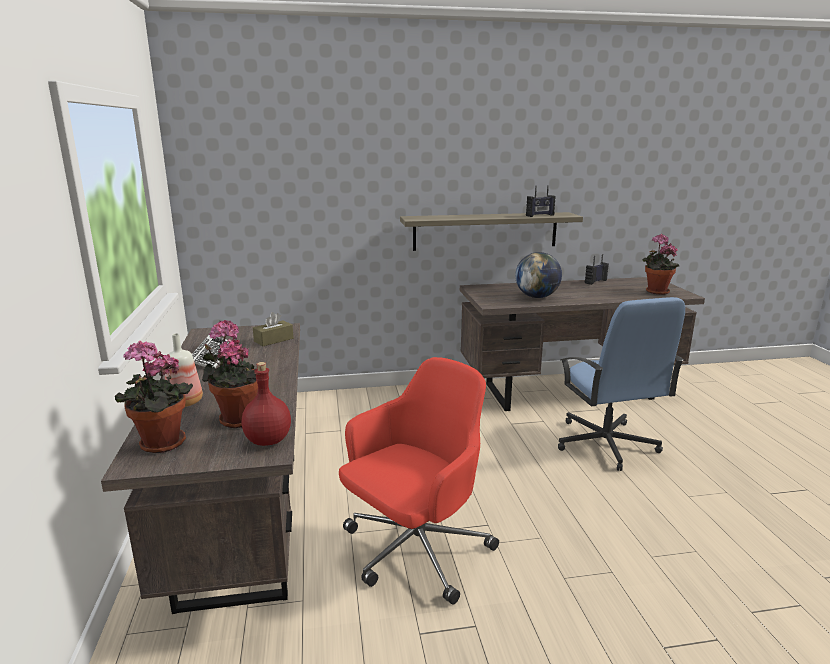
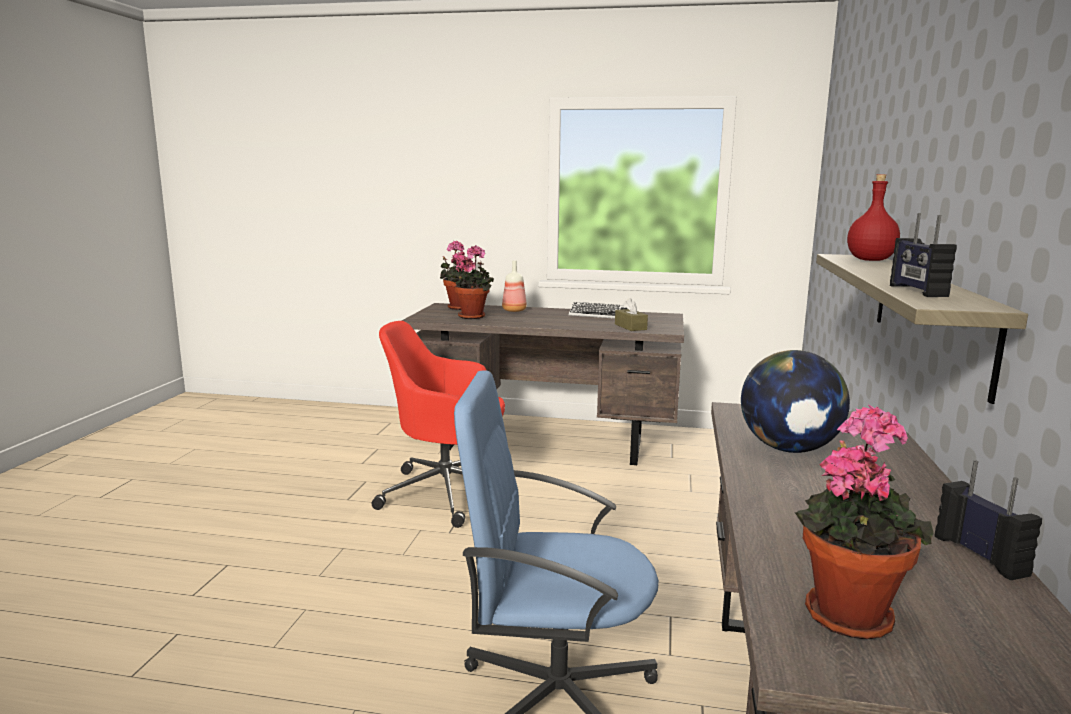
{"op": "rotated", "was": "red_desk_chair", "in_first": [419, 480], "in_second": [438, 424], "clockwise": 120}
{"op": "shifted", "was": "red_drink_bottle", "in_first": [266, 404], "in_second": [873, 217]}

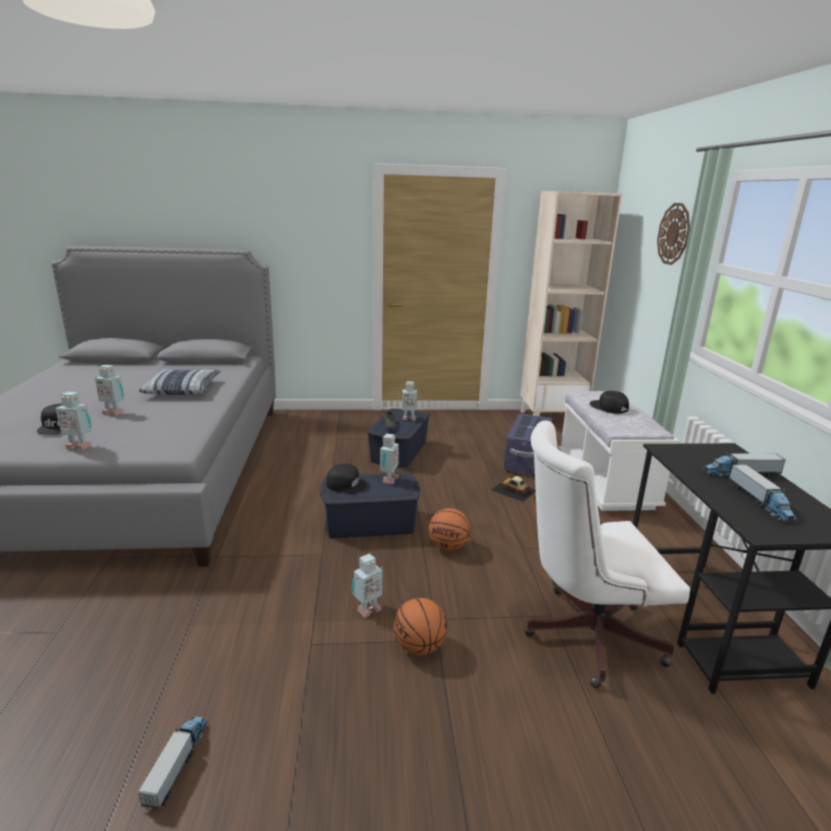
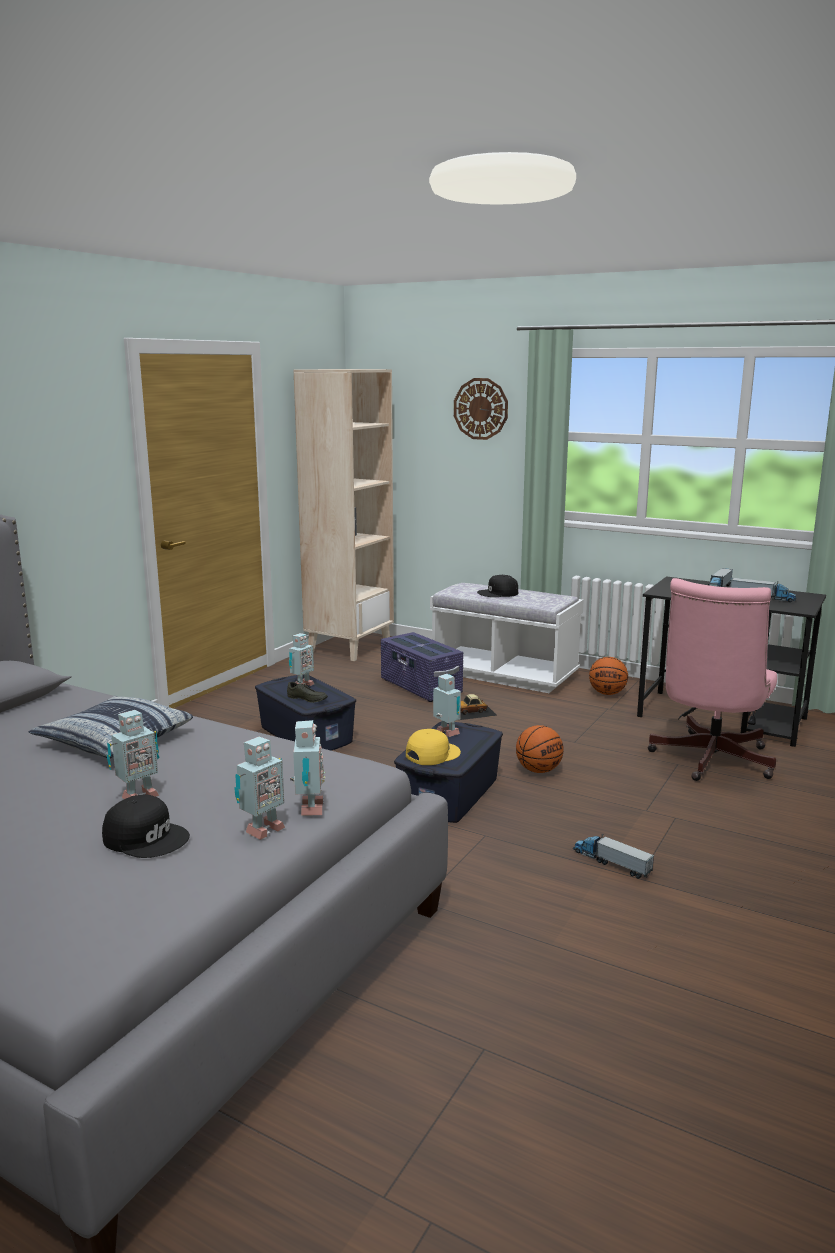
{"op": "repainted", "was": "whitish_desk_chair", "now": "pink_desk_chair", "in_first": [607, 554], "in_second": [712, 679]}
{"op": "repainted", "was": "black_peaked_cap", "now": "yellow_peaked_cap", "in_first": [348, 478], "in_second": [433, 747]}
{"op": "shifted", "was": "toy_robot", "in_first": [367, 586], "in_second": [308, 768]}
{"op": "shifted", "was": "basketball", "in_first": [420, 626], "in_second": [608, 676]}
{"op": "shifted", "was": "toy_lorry", "in_first": [173, 764], "in_second": [613, 856]}

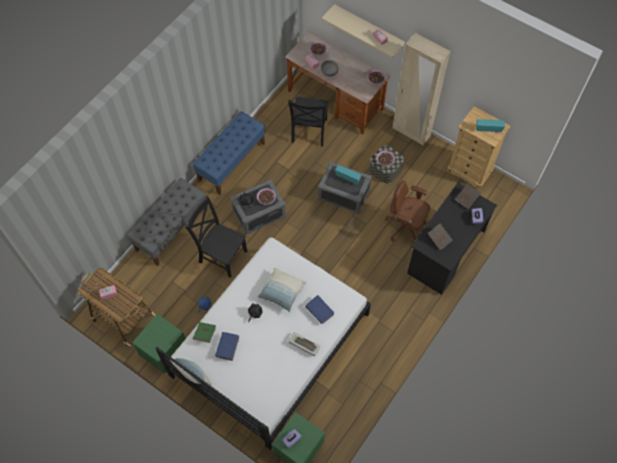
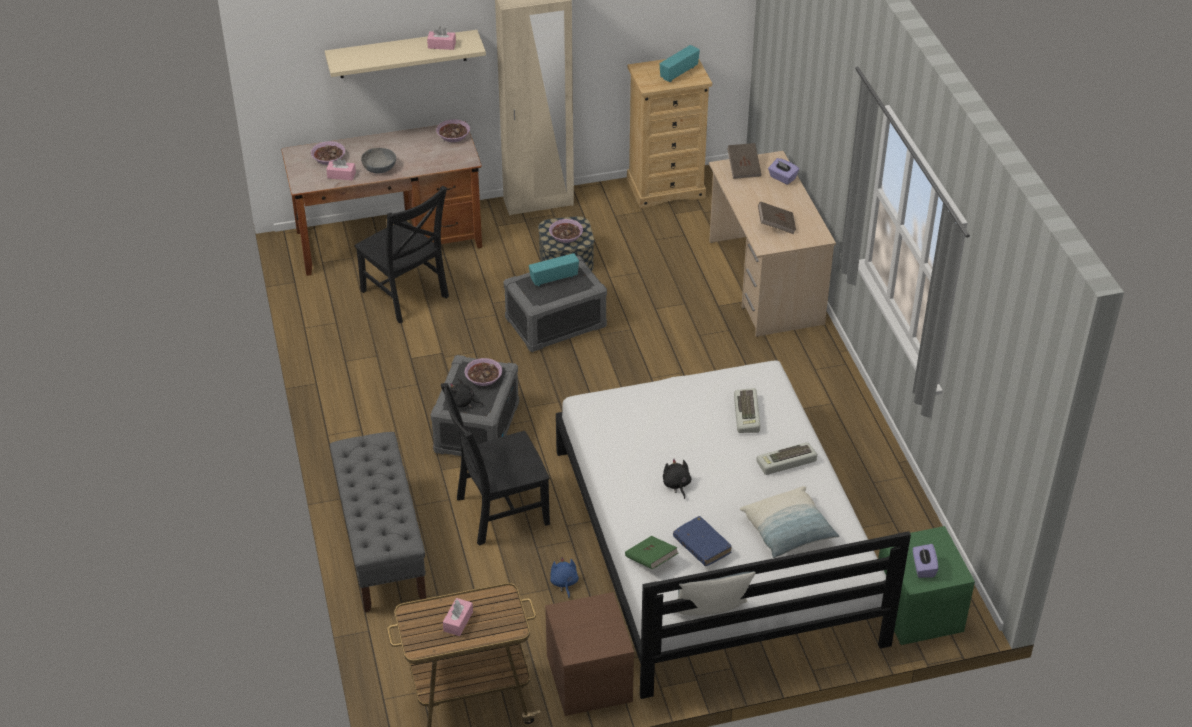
{"op": "gone", "was": "blue-coloured_bench", "in_first": [228, 153]}
{"op": "gone", "was": "brown_desk_chair", "in_first": [407, 211]}
{"op": "repainted", "was": "black_desk_unit", "now": "beige-coloured_desk_unit", "in_first": [452, 239], "in_second": [772, 244]}
{"op": "shifted", "was": "pillow", "in_first": [282, 290], "in_second": [790, 522]}
{"op": "swapped", "was": "blue-coloured_book", "now": "keyboard", "in_first": [319, 309], "in_second": [747, 410]}
{"op": "repainted", "was": "greenish_night_table", "now": "brown_night_table", "in_first": [159, 344], "in_second": [589, 654]}

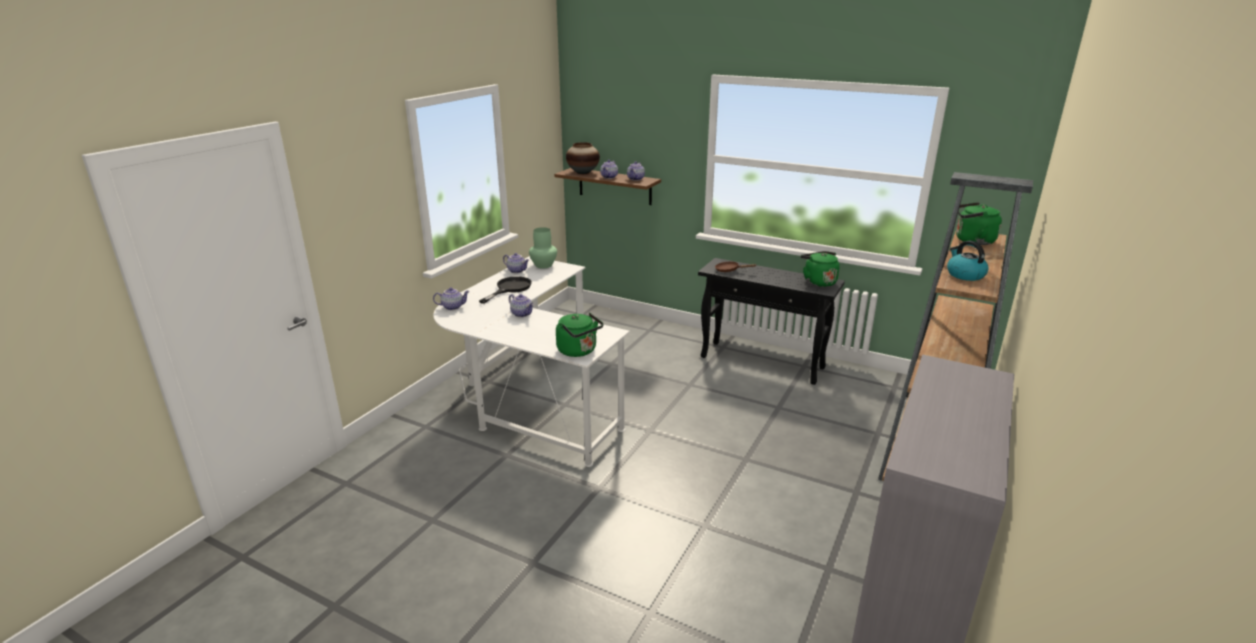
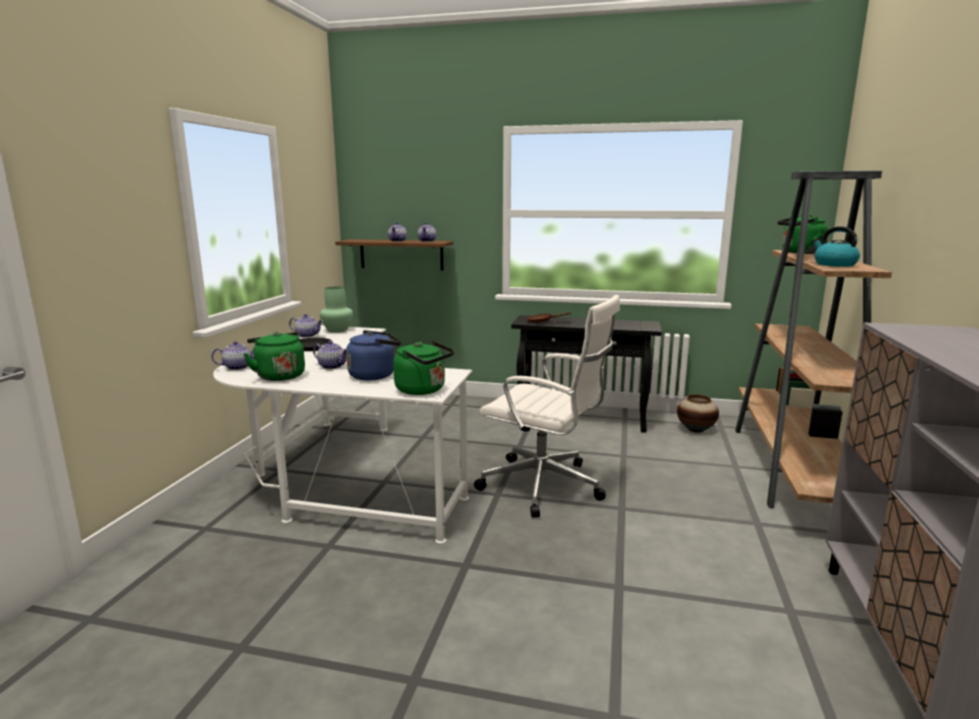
{"op": "shifted", "was": "decorative_vase", "in_first": [583, 158], "in_second": [698, 414]}
{"op": "shifted", "was": "greenish_tea_kettle", "in_first": [820, 269], "in_second": [274, 356]}
{"op": "new", "now": "whitish_desk_chair", "in_second": [547, 406]}
{"op": "new", "now": "blue-coloured_tea_kettle", "in_second": [373, 355]}

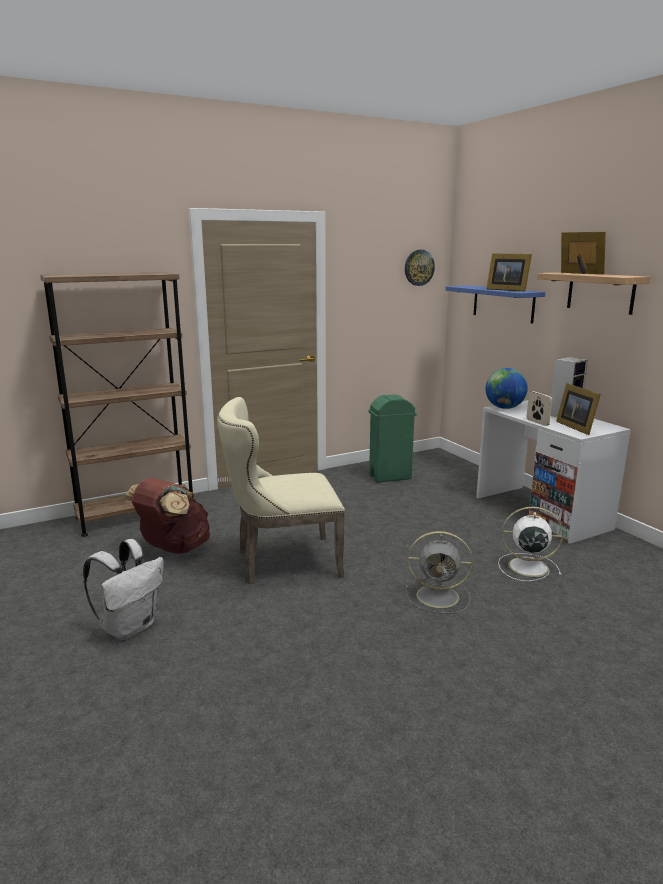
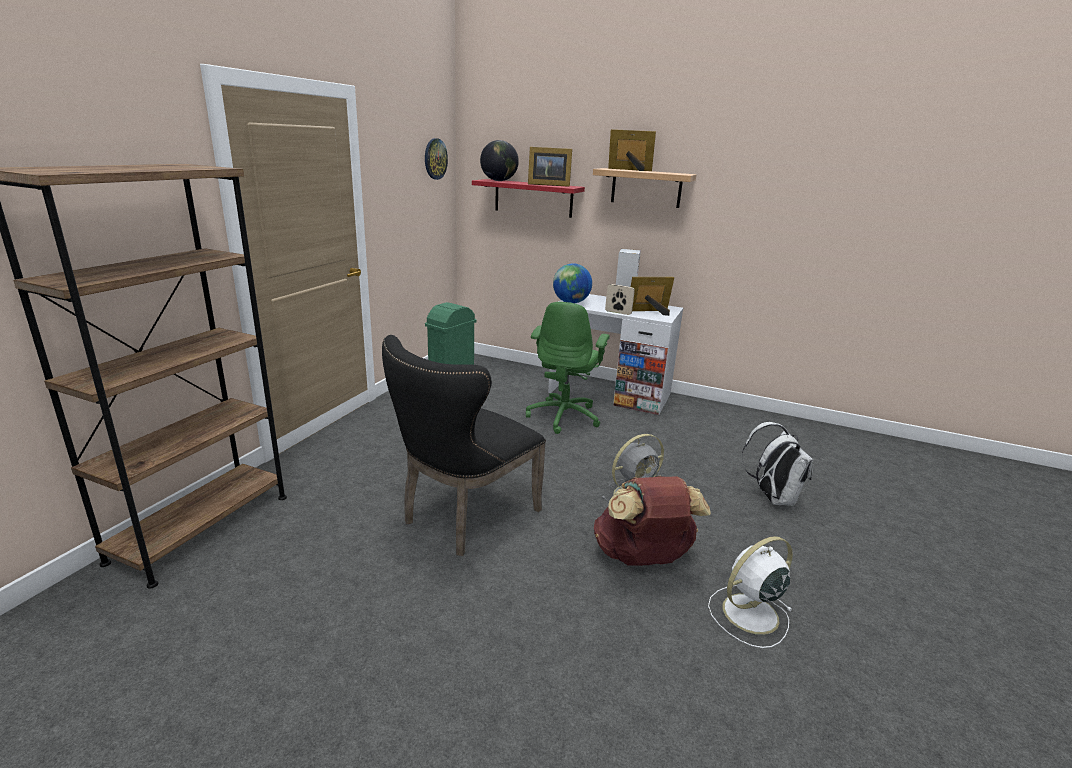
{"op": "repainted", "was": "blue-coloured_shelf", "now": "red_shelf", "in_first": [495, 304], "in_second": [528, 198]}
{"op": "rotated", "was": "picture_frame", "in_first": [578, 409], "in_second": [652, 296], "clockwise": 135}
{"op": "repainted", "was": "beige-coloured_chair", "now": "black_chair", "in_first": [281, 490], "in_second": [464, 445]}
{"op": "shifted", "was": "brown_backpack", "in_first": [166, 516], "in_second": [652, 521]}
{"op": "shifted", "was": "whitish_cooling_fan", "in_first": [530, 543], "in_second": [750, 592]}
{"op": "shifted", "was": "whitish_backpack", "in_first": [123, 589], "in_second": [778, 464]}
{"op": "new", "now": "globe", "in_second": [499, 160]}
{"op": "new", "now": "greenish_desk_chair", "in_second": [568, 368]}

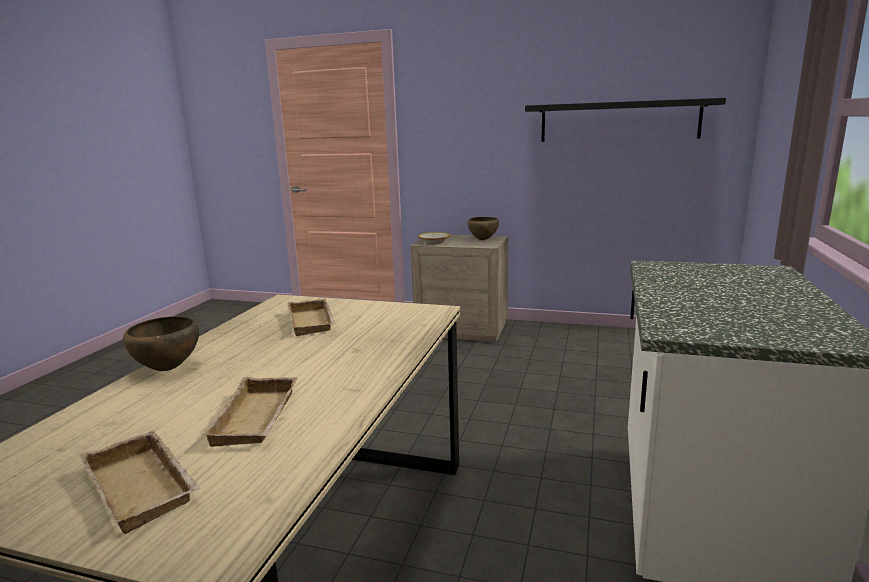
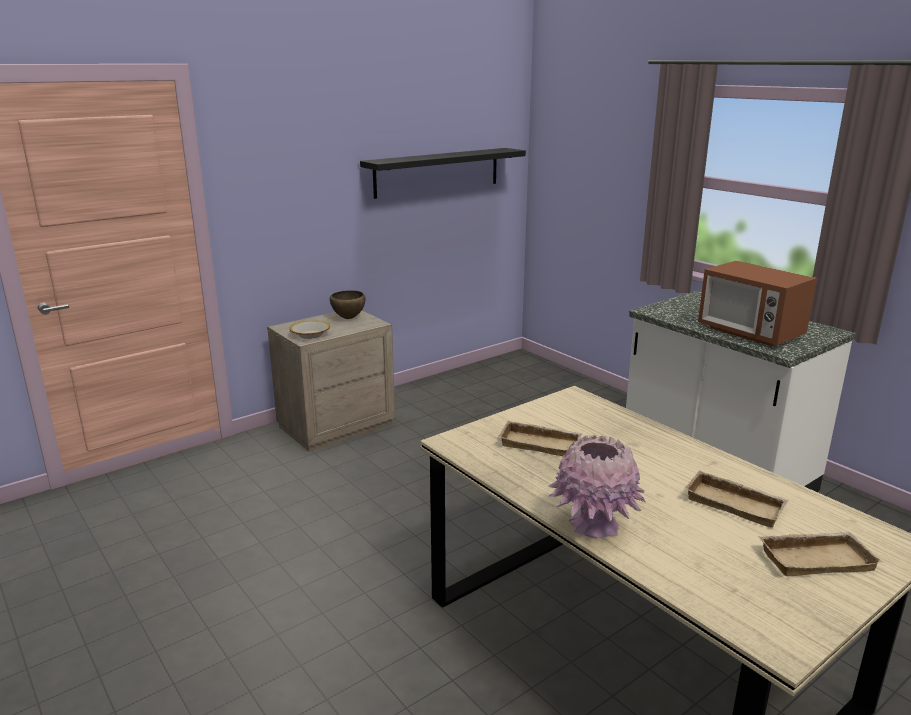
{"op": "swapped", "was": "brown_deep_dish", "now": "pink_decorative_vase", "in_first": [161, 343], "in_second": [597, 486]}
{"op": "new", "now": "kitchen_microwave", "in_second": [757, 303]}

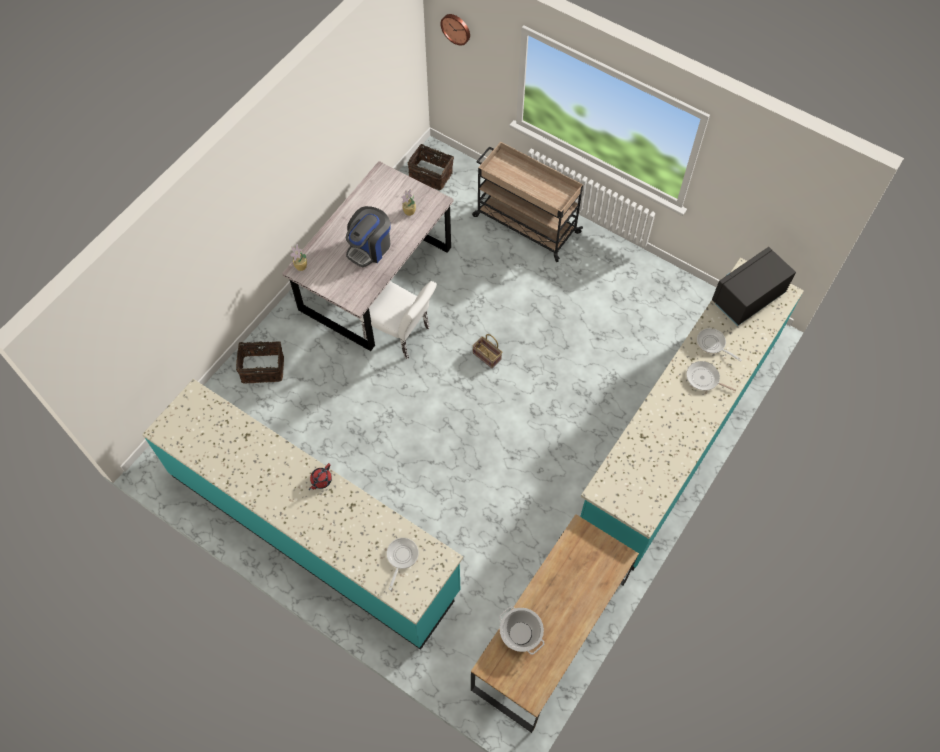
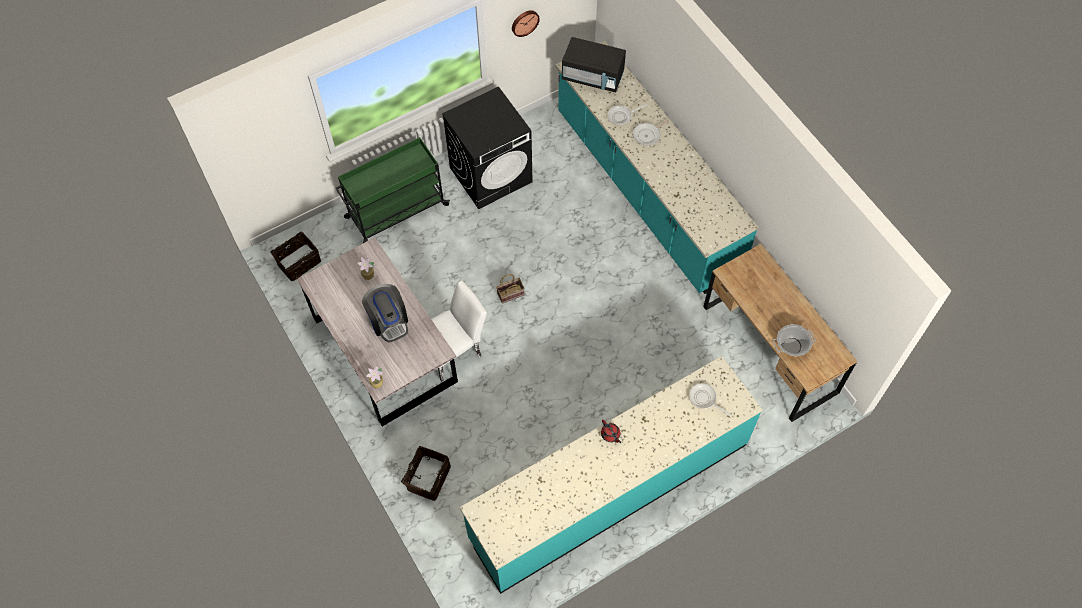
{"op": "shifted", "was": "hanging_clock", "in_first": [455, 30], "in_second": [526, 23]}
{"op": "repainted", "was": "beige-coloured_cart", "now": "greenish_cart", "in_first": [527, 202], "in_second": [393, 190]}
{"op": "rotated", "was": "black_kitchen_microwave", "in_first": [754, 286], "in_second": [594, 64], "clockwise": -60}
{"op": "new", "now": "black_laundry_appliance", "in_second": [487, 147]}

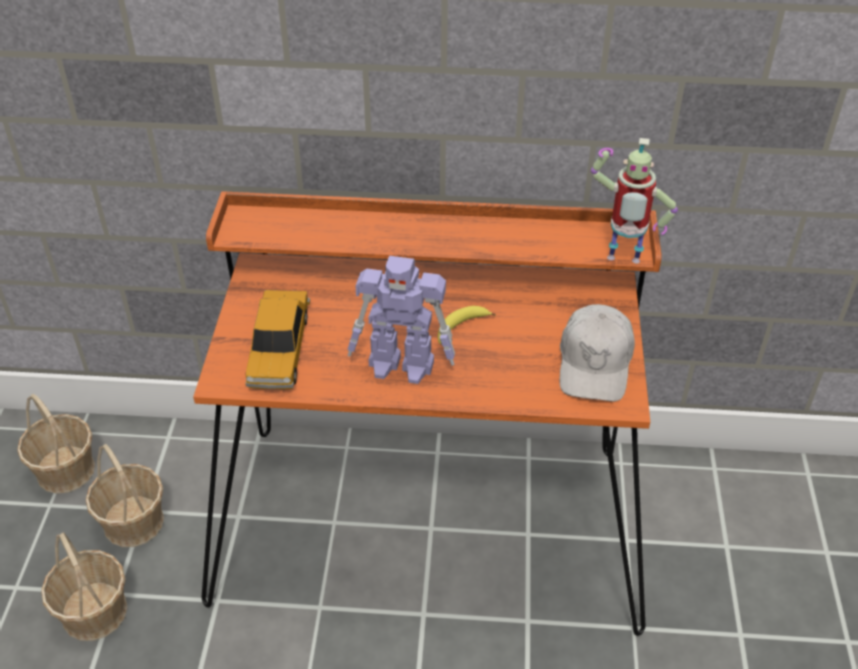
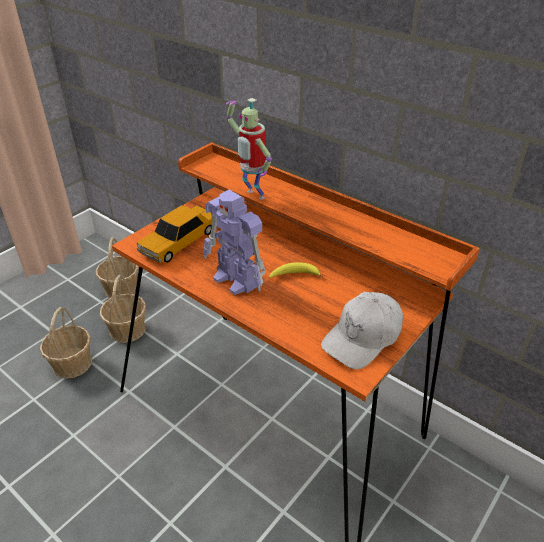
{"op": "shifted", "was": "toy_robot", "in_first": [634, 201], "in_second": [249, 149]}

